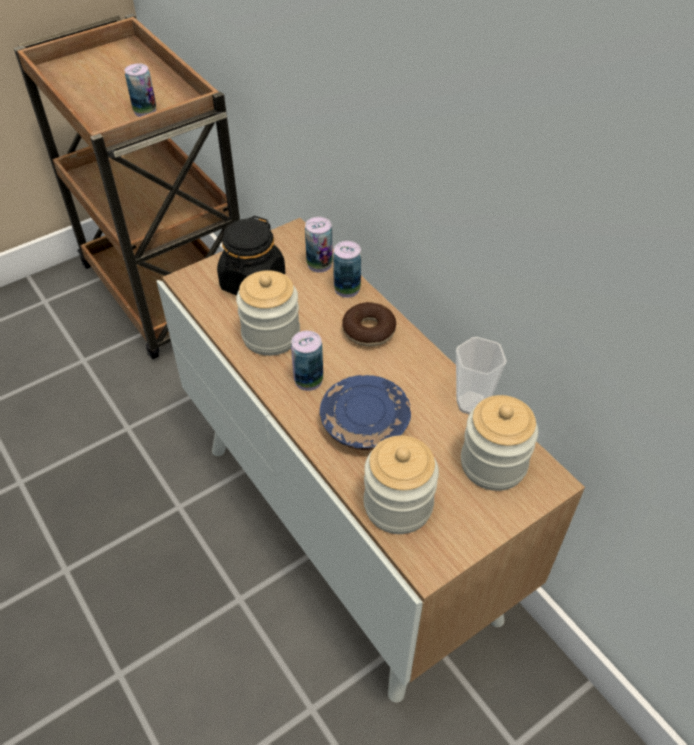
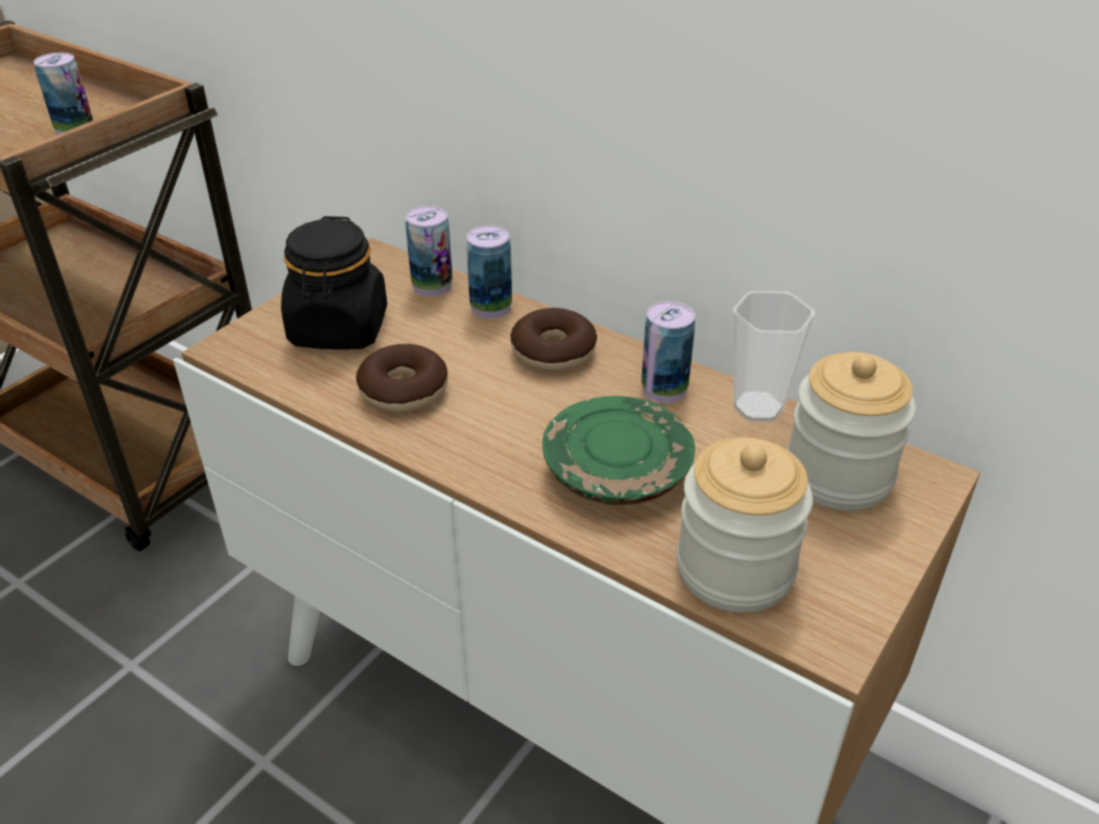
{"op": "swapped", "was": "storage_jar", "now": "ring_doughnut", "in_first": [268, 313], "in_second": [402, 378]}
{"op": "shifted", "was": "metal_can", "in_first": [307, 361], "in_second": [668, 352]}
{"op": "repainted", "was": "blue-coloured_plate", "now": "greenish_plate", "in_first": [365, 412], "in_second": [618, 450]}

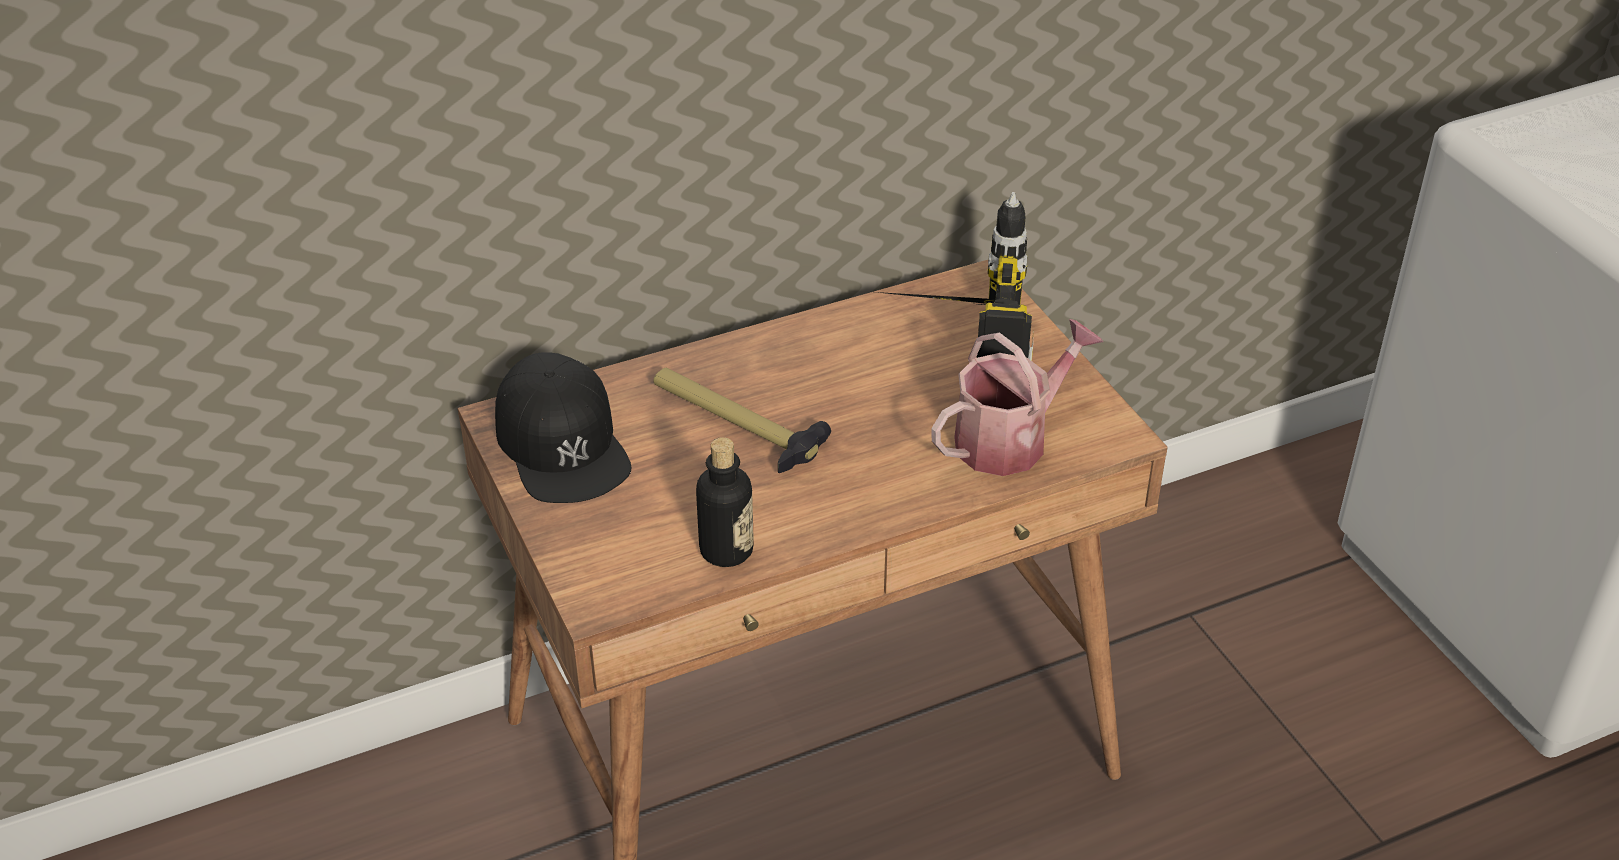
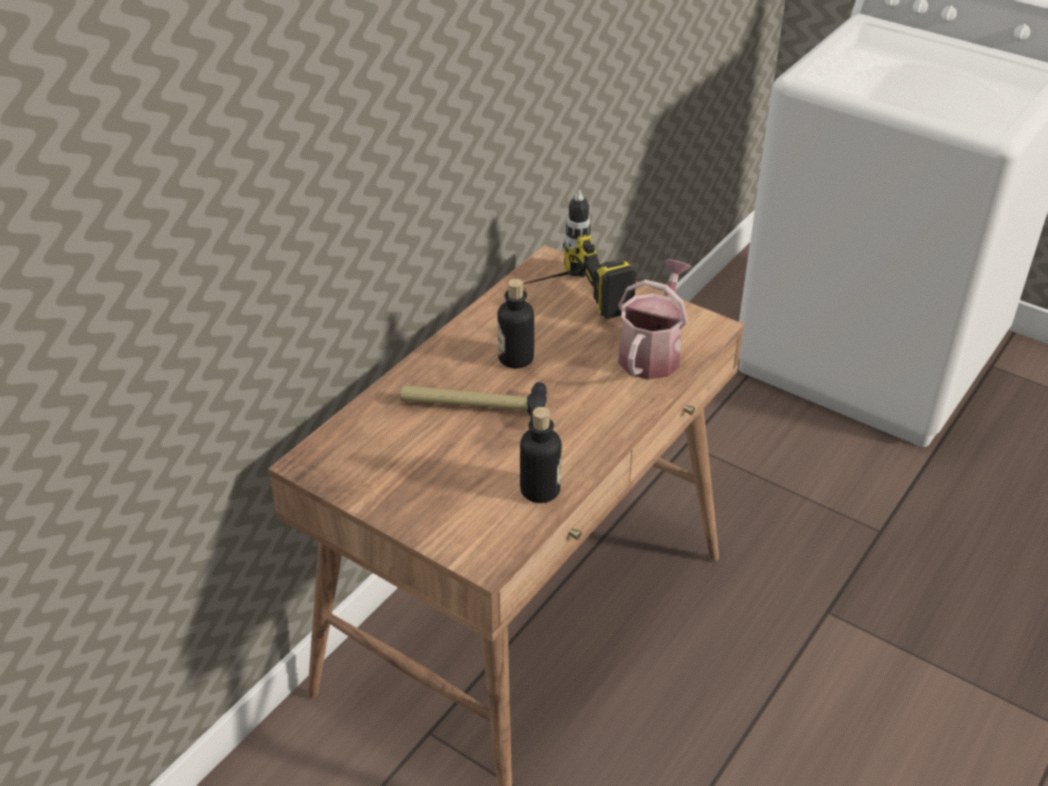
{"op": "gone", "was": "black_peaked_cap", "in_first": [563, 427]}
{"op": "new", "now": "drink_bottle", "in_second": [515, 324]}

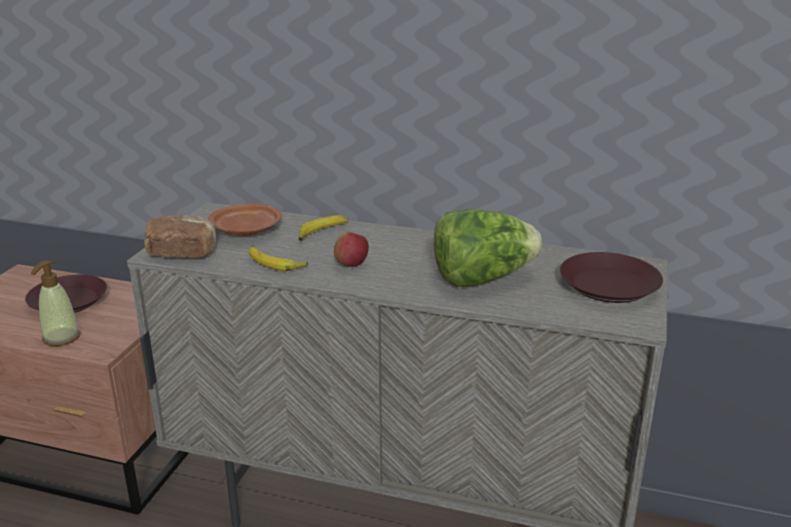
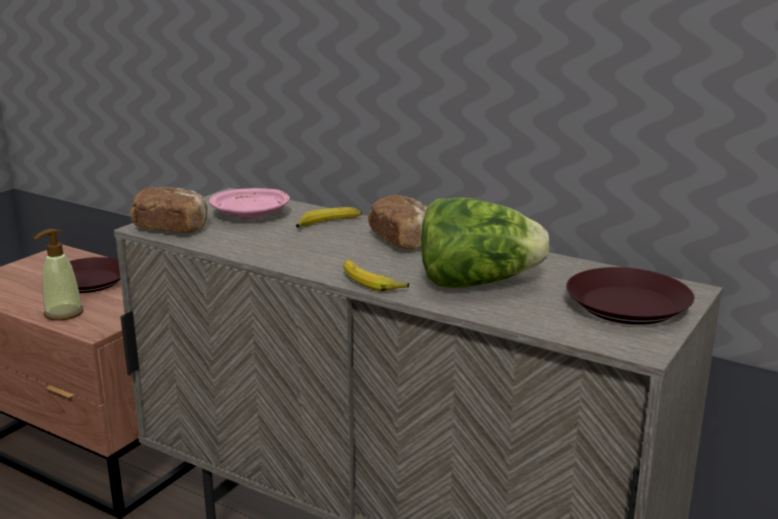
{"op": "repainted", "was": "brown_plate", "now": "pink_plate", "in_first": [245, 220], "in_second": [249, 203]}
{"op": "gone", "was": "whole_apple", "in_first": [351, 249]}
{"op": "shifted", "was": "banana_fruit", "in_first": [278, 258], "in_second": [376, 275]}
{"op": "new", "now": "bakery_bread", "in_second": [397, 222]}

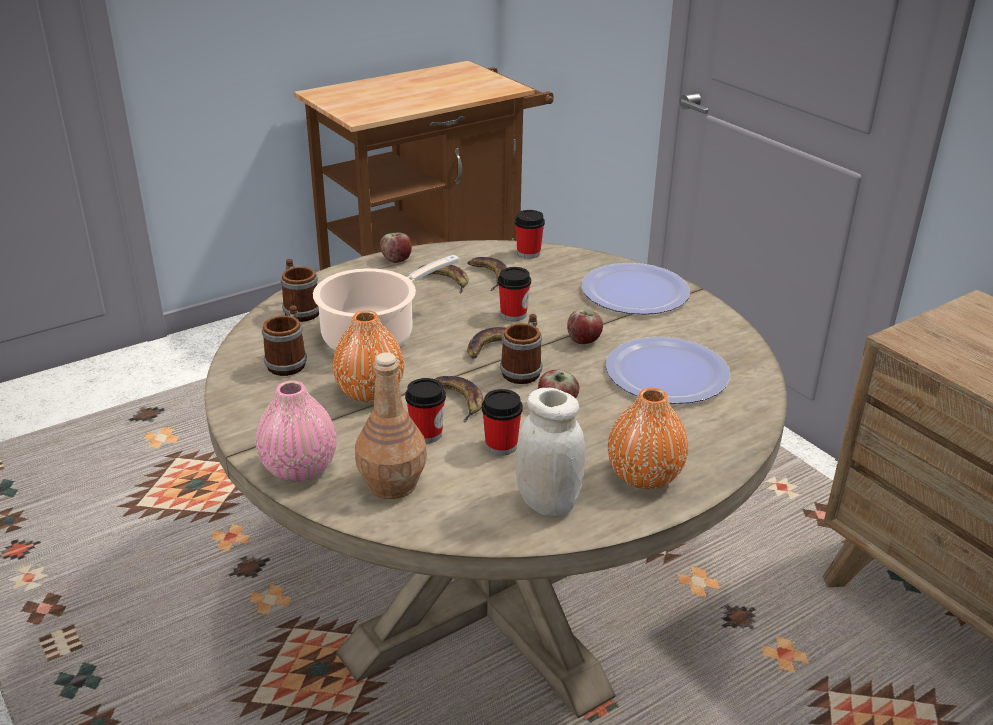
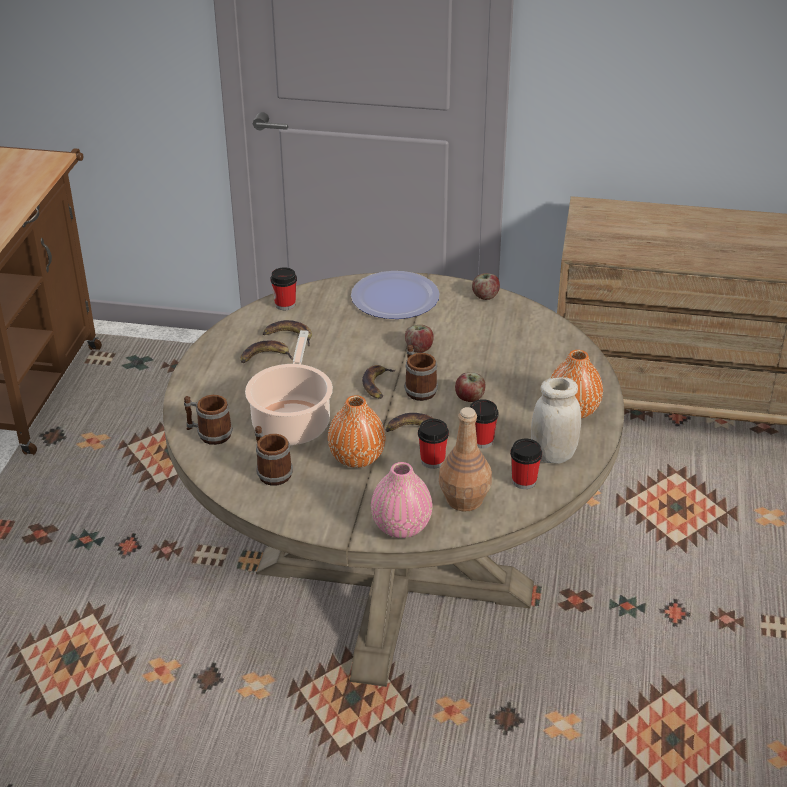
{"op": "shifted", "was": "whole_apple", "in_first": [396, 248], "in_second": [486, 286]}
{"op": "shifted", "was": "cup", "in_first": [514, 294], "in_second": [526, 464]}
{"op": "gone", "was": "plate", "in_first": [667, 370]}

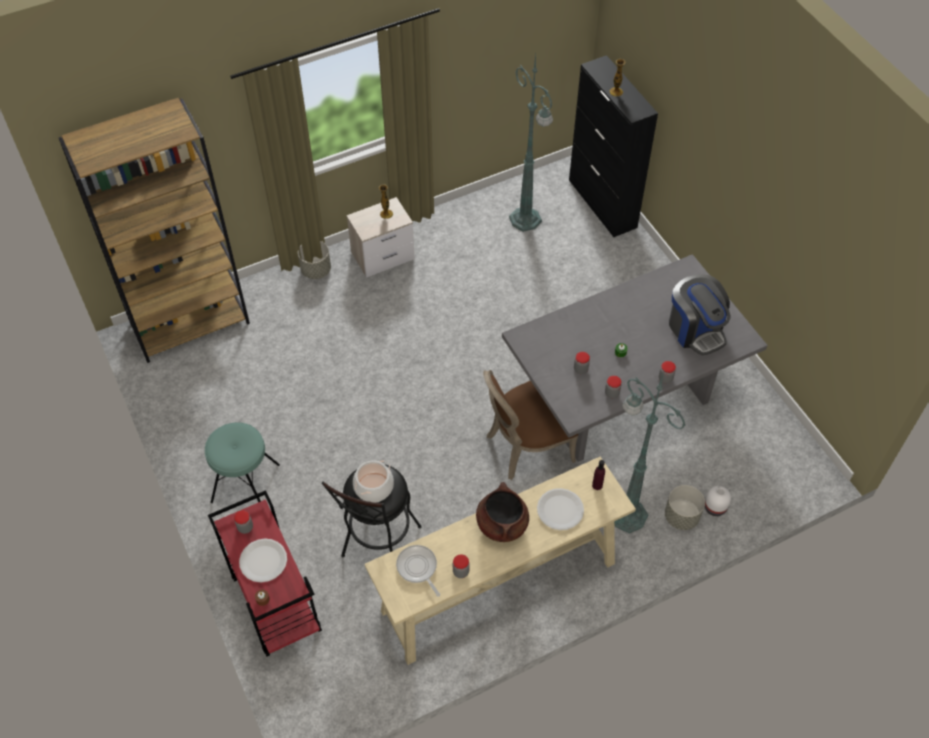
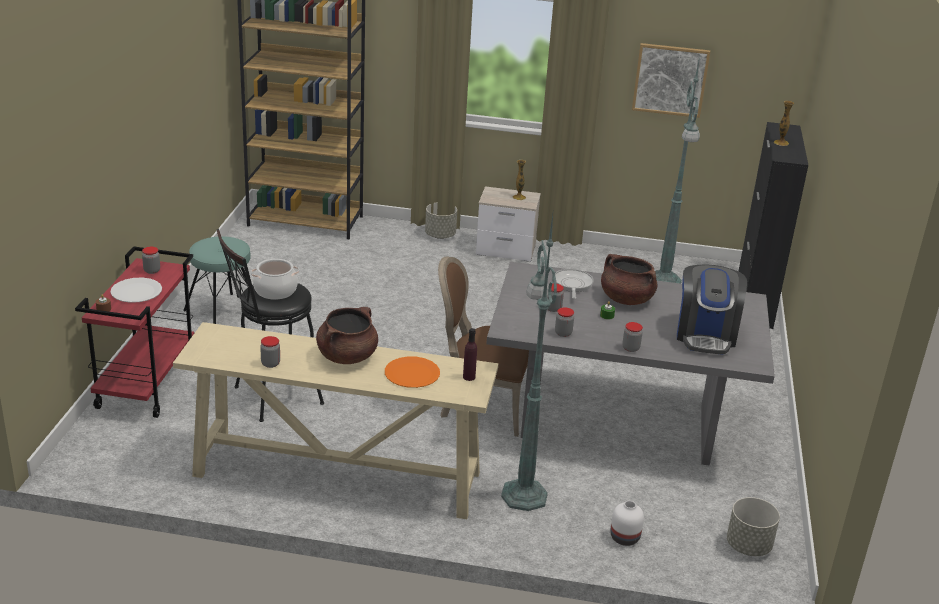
{"op": "shifted", "was": "greyish_plant_pot", "in_first": [685, 507], "in_second": [753, 526]}
{"op": "repainted", "was": "whitish_plate", "now": "orangey_plate", "in_first": [560, 509], "in_second": [412, 372]}
{"op": "shifted", "was": "skillet", "in_first": [418, 571], "in_second": [574, 284]}
{"op": "new", "now": "wall_picture", "in_second": [671, 80]}
{"op": "new", "now": "brown_cooking_pot", "in_second": [629, 279]}

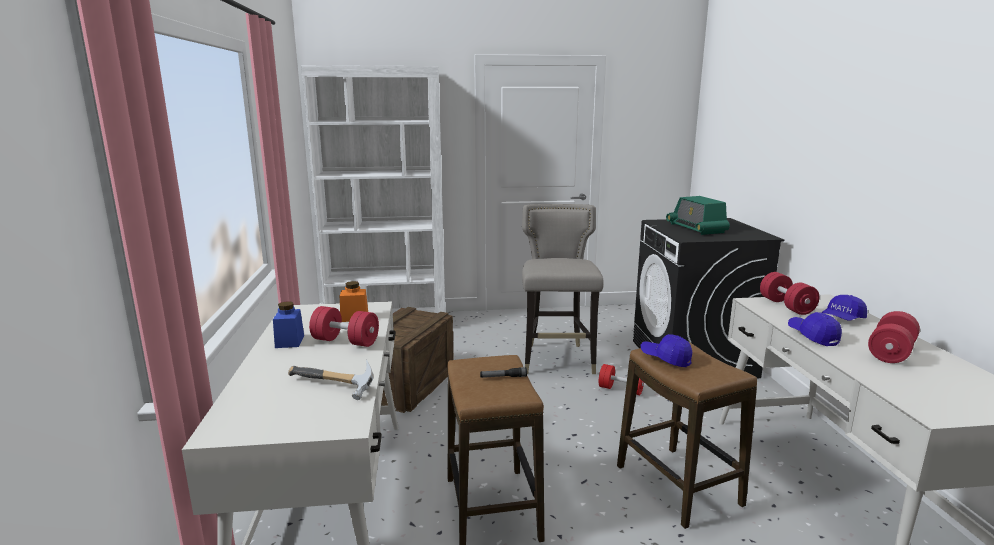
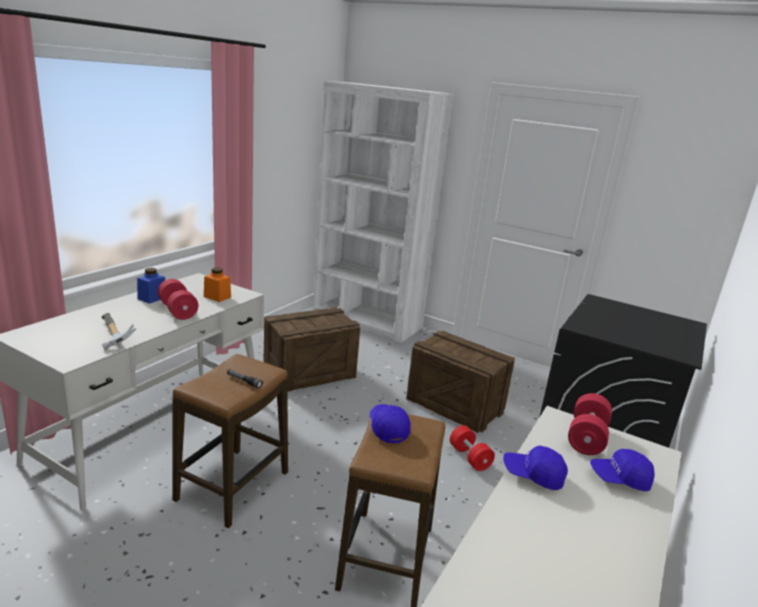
{"op": "gone", "was": "radio_receiver", "in_first": [698, 215]}
{"op": "swapped", "was": "greyish_stool_seat", "now": "shipping_crate", "in_first": [562, 289], "in_second": [460, 382]}
{"op": "gone", "was": "red_dumbbell", "in_first": [894, 337]}
{"op": "rotated", "was": "blue-coloured_peaked_cap", "in_first": [815, 329], "in_second": [535, 468], "clockwise": -90}

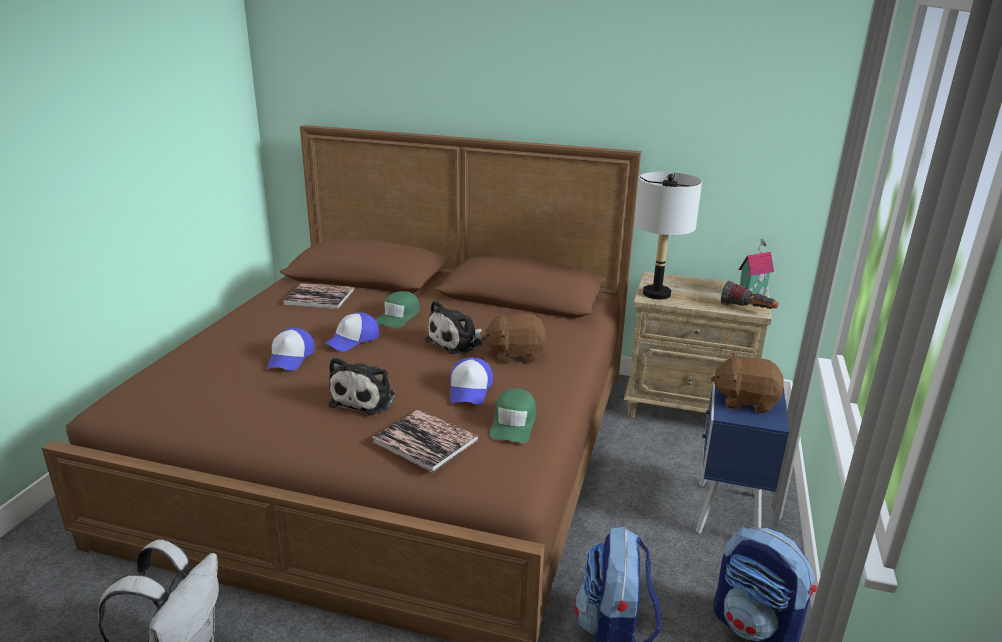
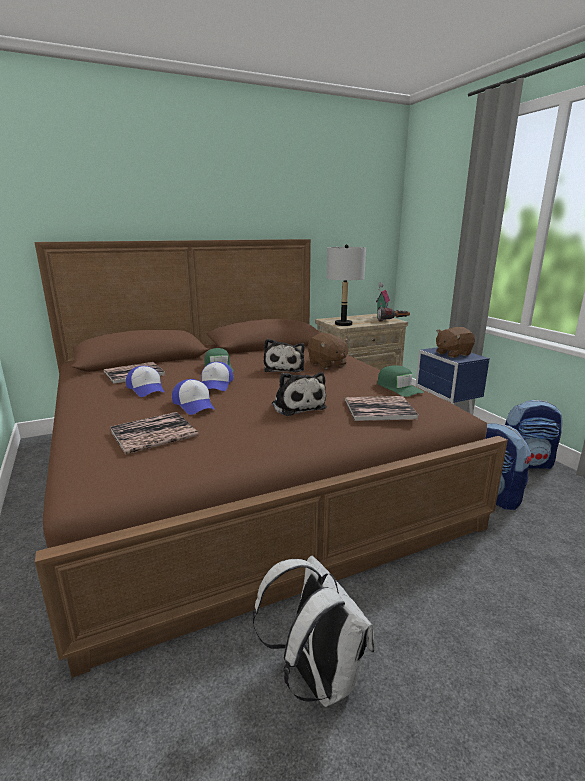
{"op": "rotated", "was": "brown_soft_toy", "in_first": [514, 337], "in_second": [329, 351], "clockwise": -75}
{"op": "shifted", "was": "peaked_cap", "in_first": [471, 381], "in_second": [145, 381]}
{"op": "new", "now": "book", "in_second": [154, 433]}

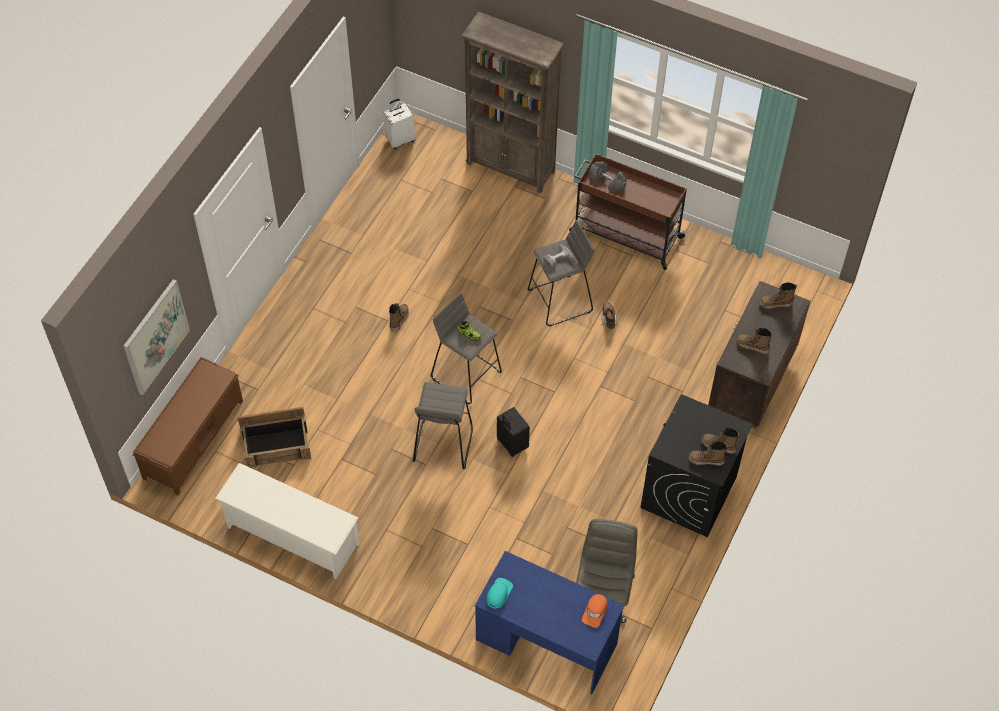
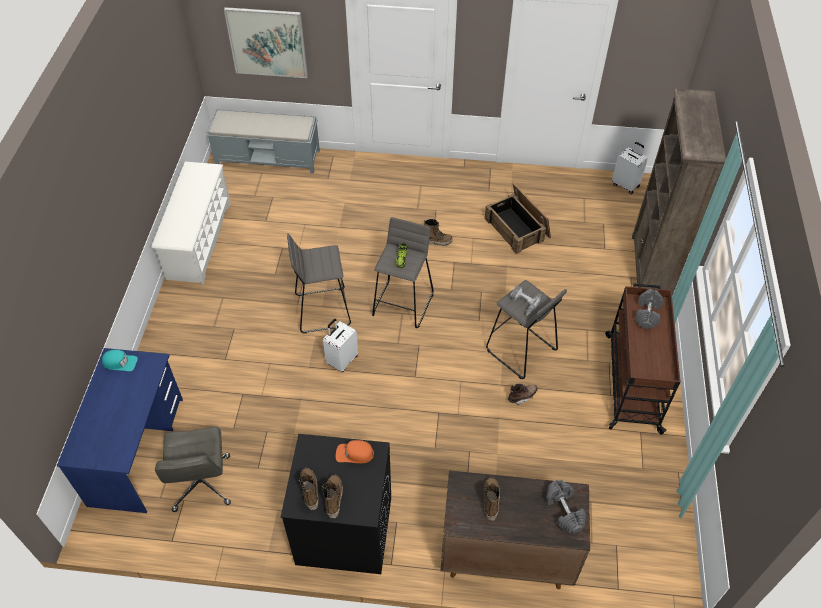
{"op": "swapped", "was": "tall_boot", "now": "greyish_dumbbell", "in_first": [778, 295], "in_second": [566, 506]}
{"op": "repainted", "was": "brown_bench", "now": "greyish_bench", "in_first": [188, 426], "in_second": [263, 141]}
{"op": "shifted", "was": "shipping_crate", "in_first": [274, 437], "in_second": [517, 218]}
{"op": "repainted", "was": "black_piece_of_luggage", "now": "whitish_piece_of_luggage", "in_first": [513, 432], "in_second": [340, 345]}
{"op": "rotated", "was": "greyish_desk_chair", "in_first": [607, 571], "in_second": [193, 469], "clockwise": 90}
{"op": "shifted", "was": "orangey_peaked_cap", "in_first": [595, 611], "in_second": [355, 451]}

